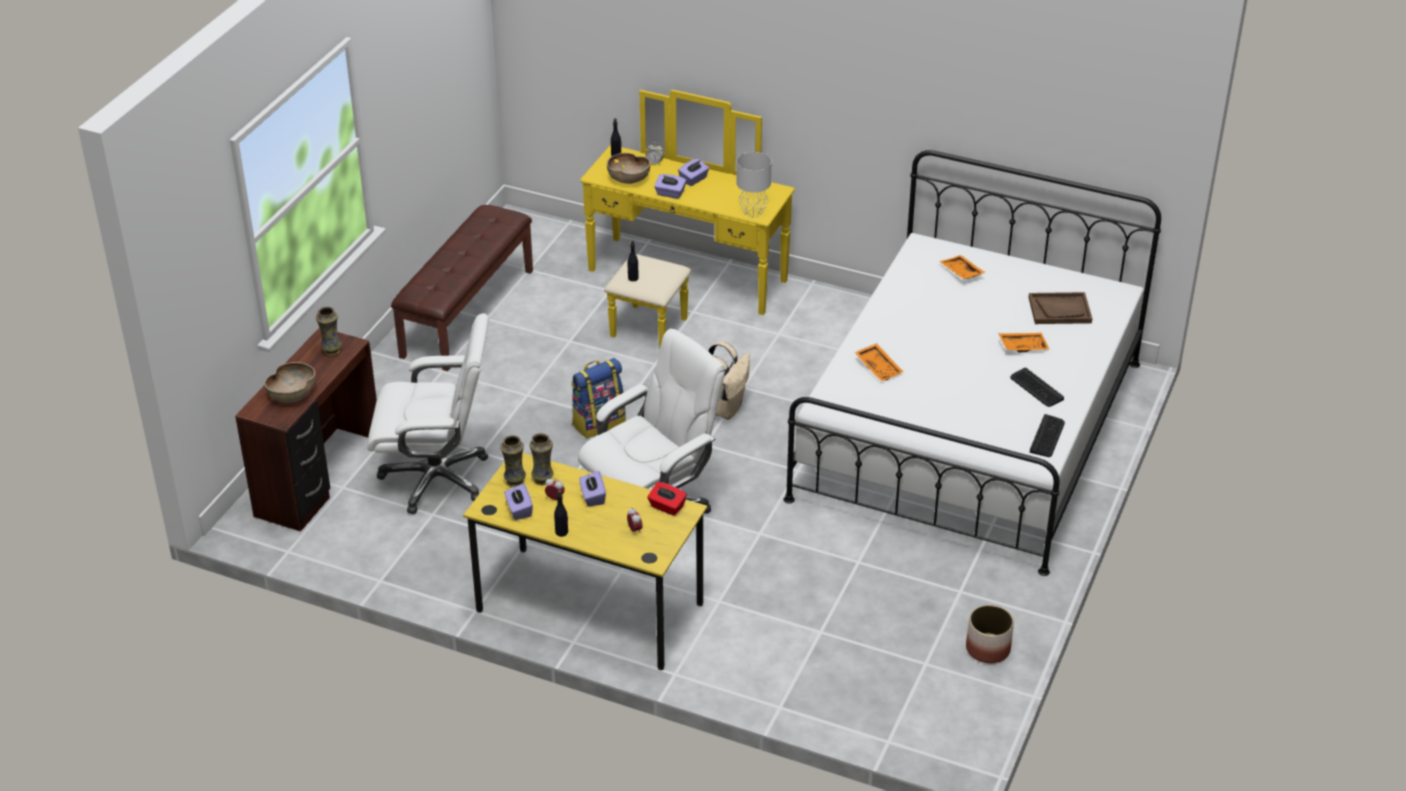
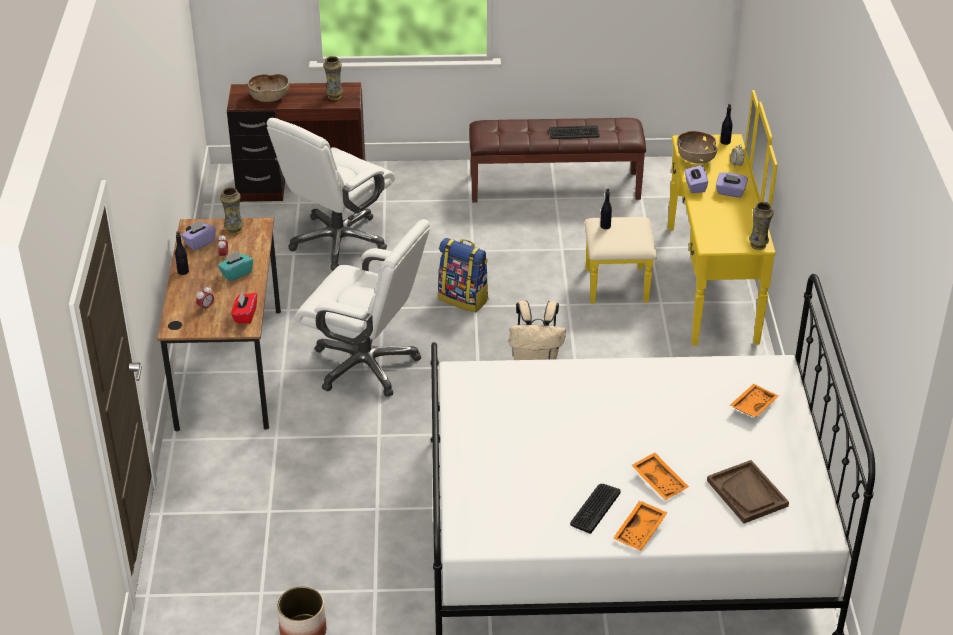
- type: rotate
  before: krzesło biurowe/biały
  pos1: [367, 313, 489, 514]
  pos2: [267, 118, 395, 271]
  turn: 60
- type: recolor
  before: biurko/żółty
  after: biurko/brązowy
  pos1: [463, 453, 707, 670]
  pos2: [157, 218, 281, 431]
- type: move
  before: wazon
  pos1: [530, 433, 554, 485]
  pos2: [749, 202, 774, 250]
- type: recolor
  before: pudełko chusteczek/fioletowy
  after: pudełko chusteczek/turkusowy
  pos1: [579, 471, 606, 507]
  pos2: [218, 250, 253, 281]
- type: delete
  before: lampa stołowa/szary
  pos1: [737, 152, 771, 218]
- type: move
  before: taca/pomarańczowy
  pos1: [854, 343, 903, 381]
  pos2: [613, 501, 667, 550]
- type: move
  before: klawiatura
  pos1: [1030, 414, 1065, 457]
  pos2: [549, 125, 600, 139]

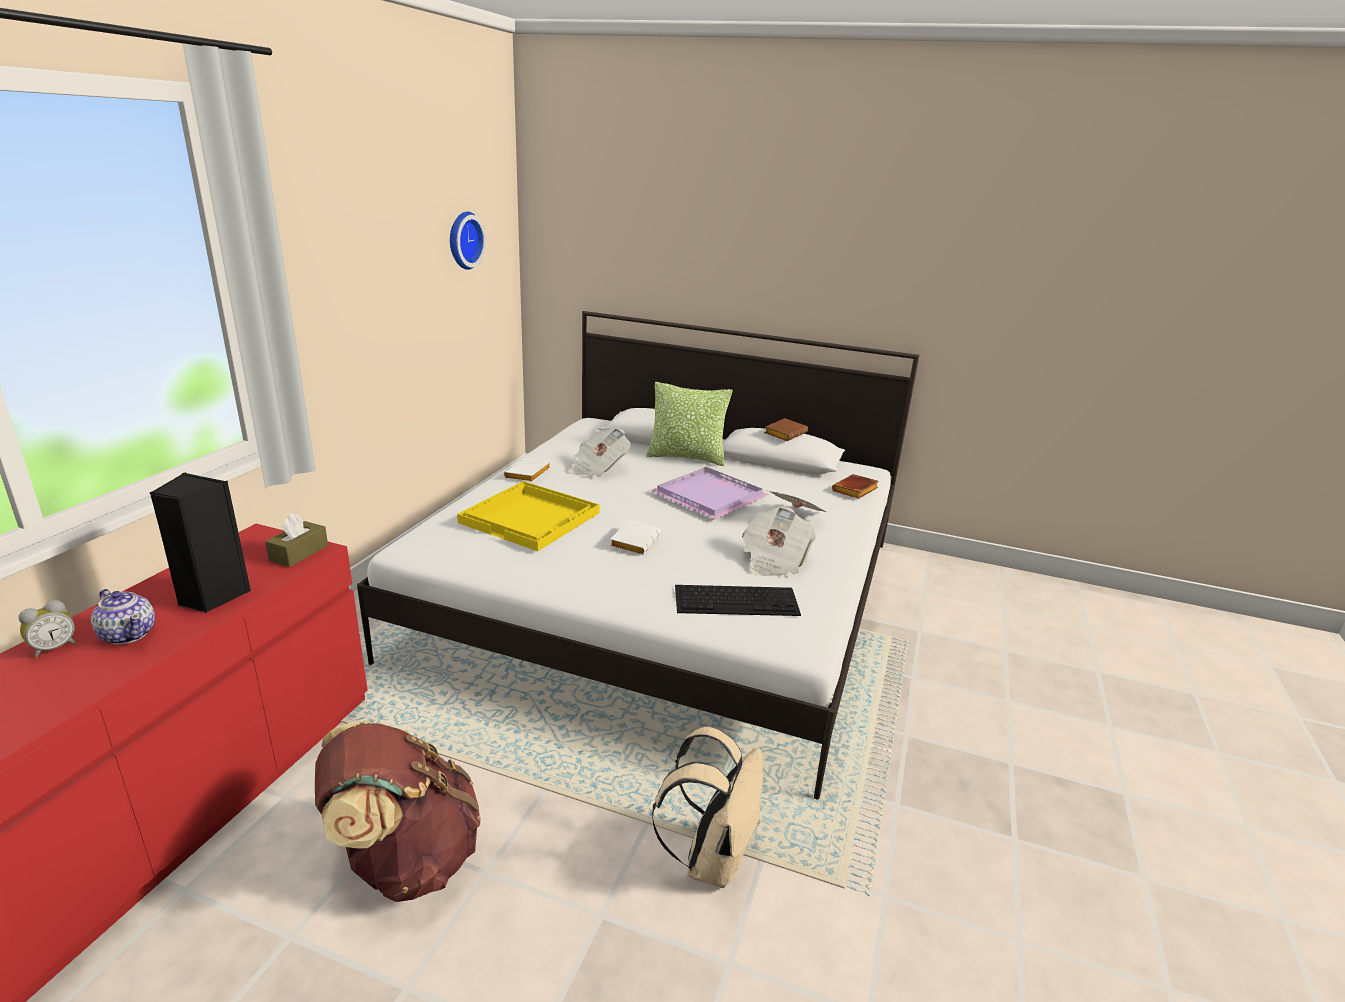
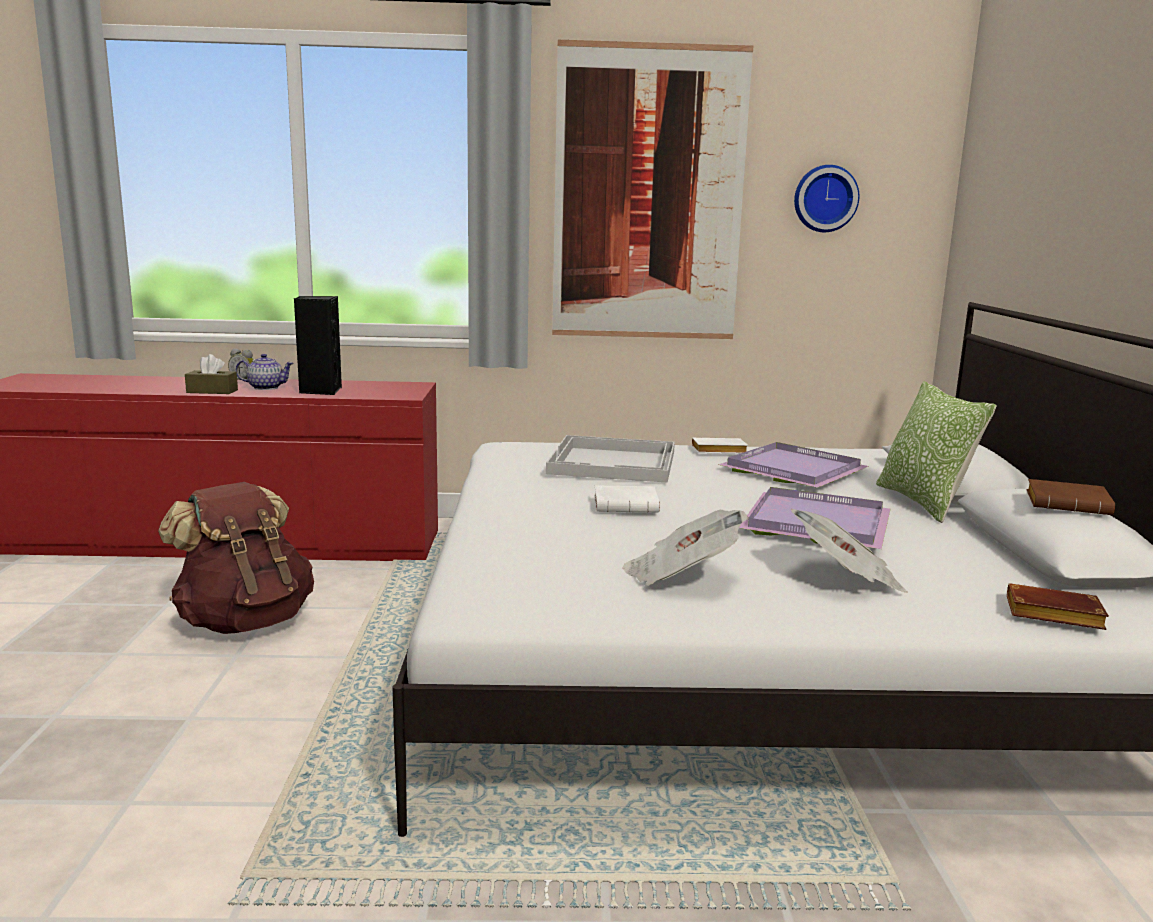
- type: rotate
  before: imbryk
  pos1: [91, 589, 155, 644]
  pos2: [236, 354, 294, 390]
  turn: -105
- type: move
  before: pudełko chusteczek/brązowy
  pos1: [265, 514, 328, 567]
  pos2: [185, 354, 238, 394]
- type: recolor
  before: taca/żółty
  after: taca/biały
  pos1: [457, 481, 600, 551]
  pos2: [546, 435, 675, 483]
- type: replace
  before: gazeta
  after: taca/fioletowy
  pos1: [569, 428, 631, 477]
  pos2: [718, 442, 869, 488]
- type: delete
  before: plecak/beżowy
  pos1: [652, 727, 763, 888]
- type: delete
  before: klawiatura
  pos1: [675, 585, 801, 616]
- type: insert
  after: obraz
  pos2: [552, 40, 753, 339]

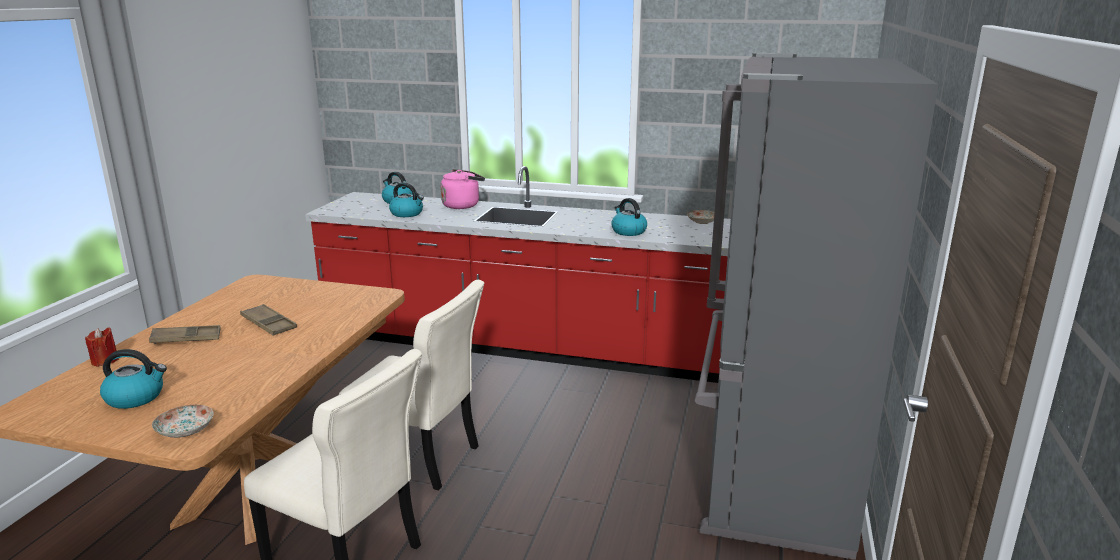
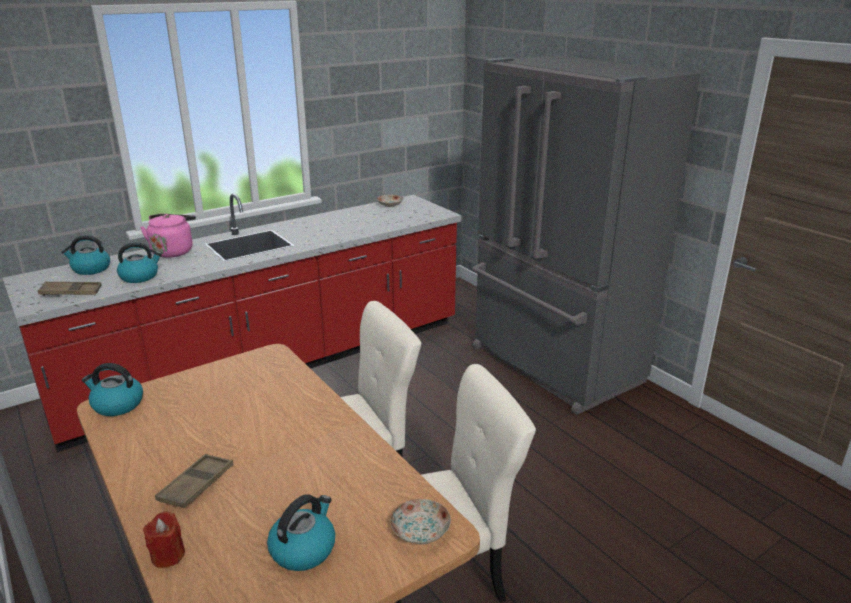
- type: move
  before: taca/brązowy
  pos1: [240, 304, 297, 336]
  pos2: [38, 282, 101, 296]
- type: move
  before: czajnik
  pos1: [611, 198, 647, 236]
  pos2: [82, 363, 143, 416]

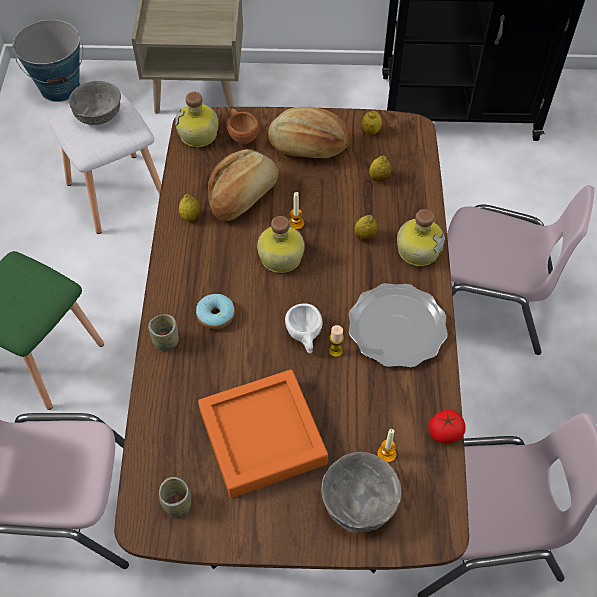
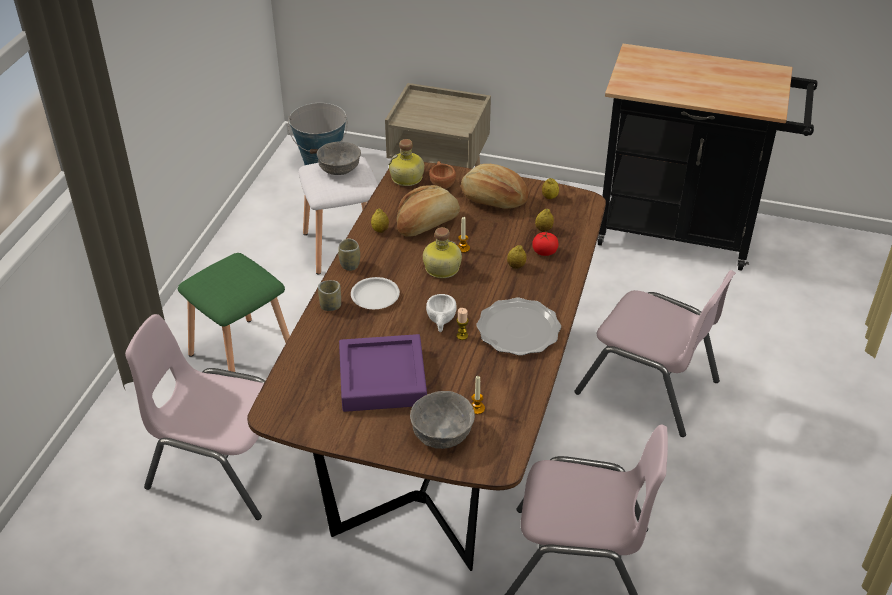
- type: move
  before: filiżanka
  pos1: [159, 477, 192, 518]
  pos2: [338, 238, 360, 271]
- type: replace
  before: donut
  after: talerz/biały
  pos1: [196, 294, 235, 329]
  pos2: [351, 277, 400, 309]
- type: recolor
  before: taca/pomarańczowy
  after: taca/fioletowy
  pos1: [198, 370, 328, 498]
  pos2: [339, 334, 427, 412]
- type: delete
  before: butelka
  pos1: [397, 209, 445, 266]
- type: move
  before: pomidor
  pos1: [428, 410, 466, 443]
  pos2: [532, 232, 559, 256]

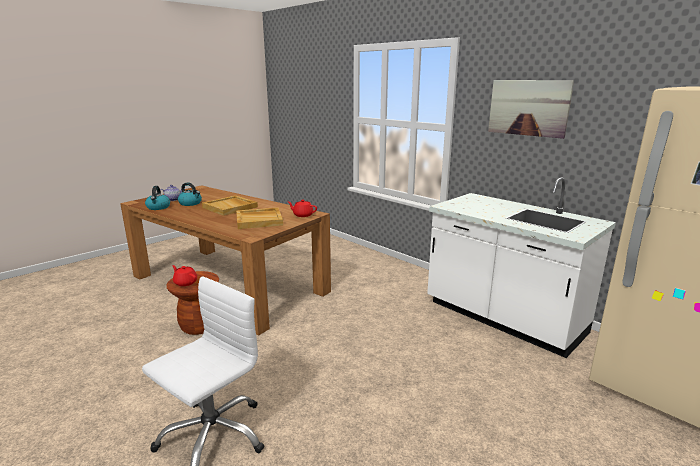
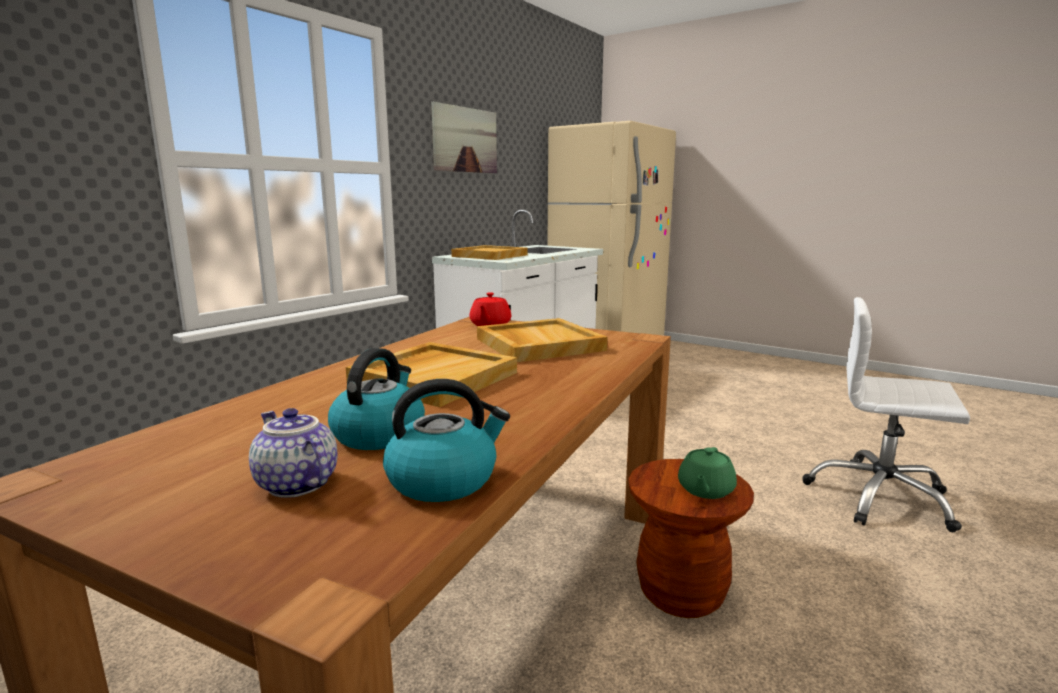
- type: recolor
  before: imbryk/czerwony
  after: imbryk/zielony
  pos1: [172, 265, 197, 286]
  pos2: [678, 447, 737, 499]
- type: insert
  after: taca/beżowy
  pos2: [451, 245, 527, 260]

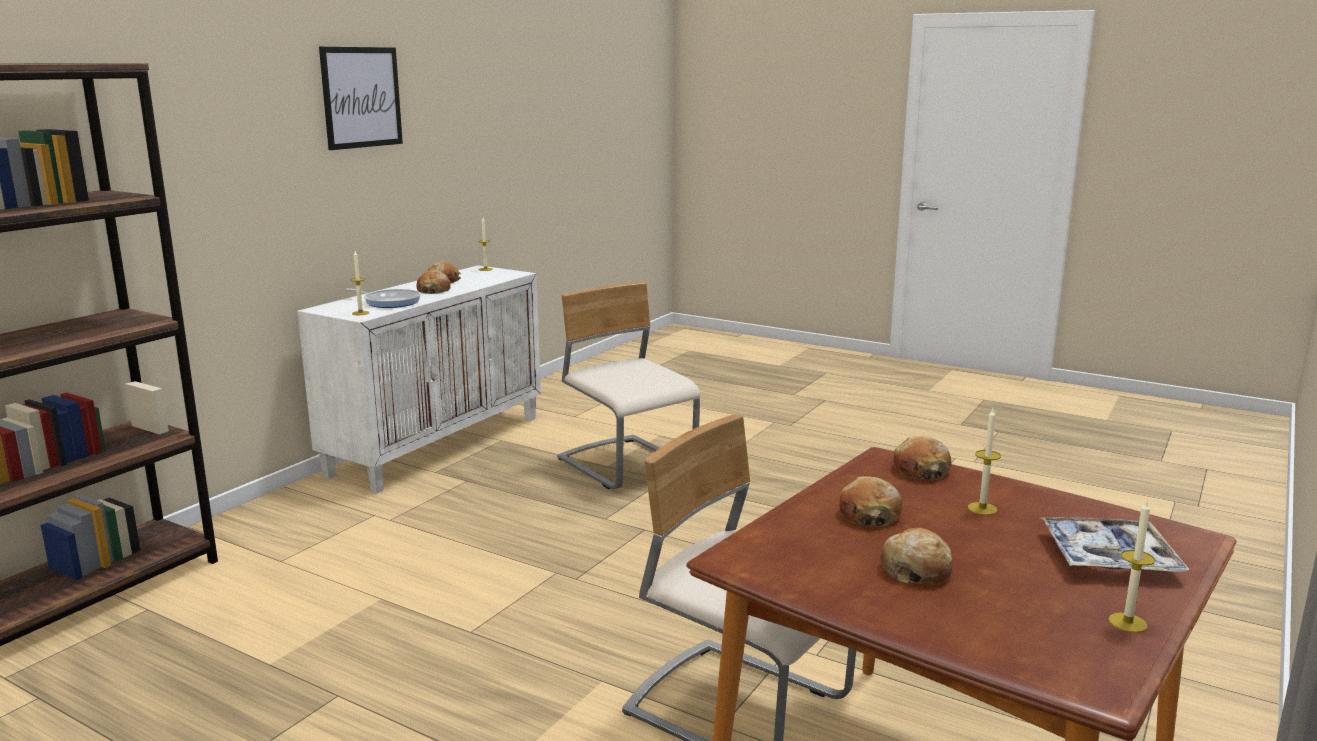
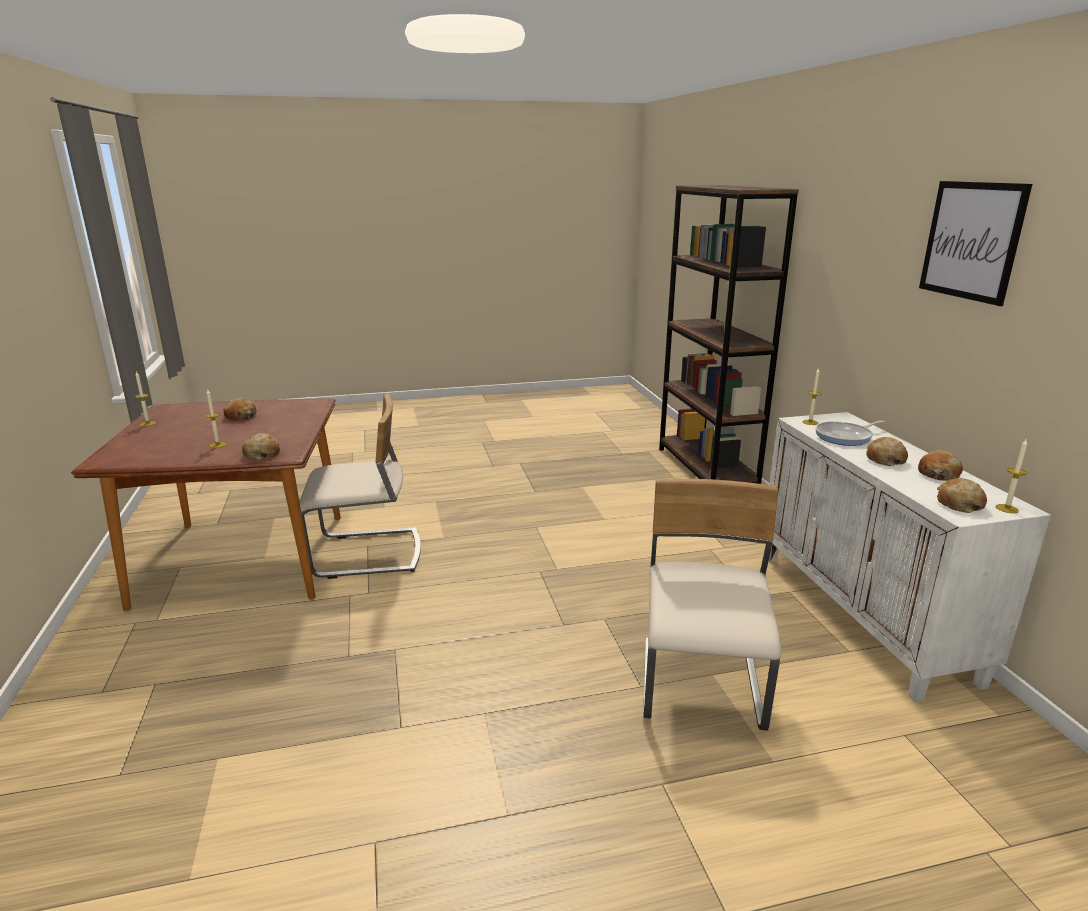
- type: rotate
  before: krzesło/beżowy
  pos1: [557, 282, 701, 489]
  pos2: [643, 479, 782, 731]
  turn: -90
- type: move
  before: chleb
  pos1: [839, 477, 902, 527]
  pos2: [937, 478, 987, 513]
- type: delete
  before: taca
  pos1: [1041, 517, 1189, 572]

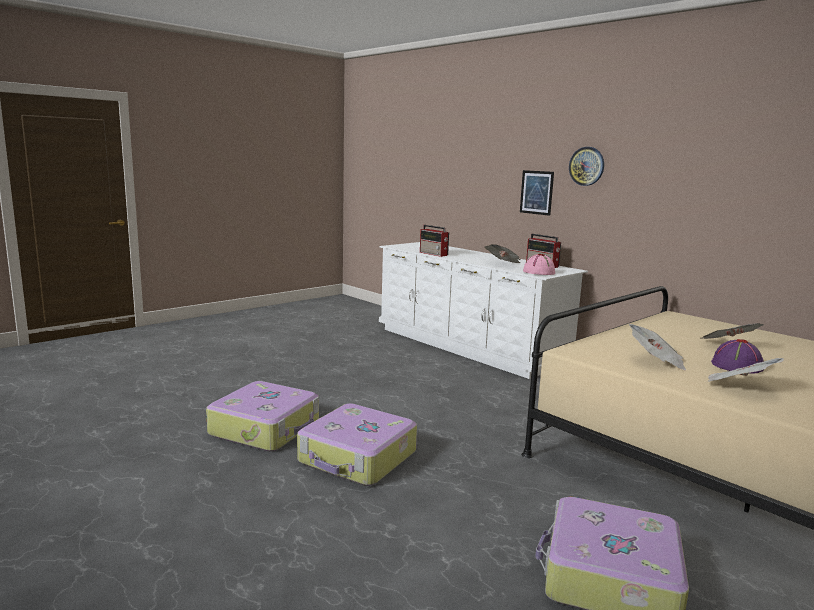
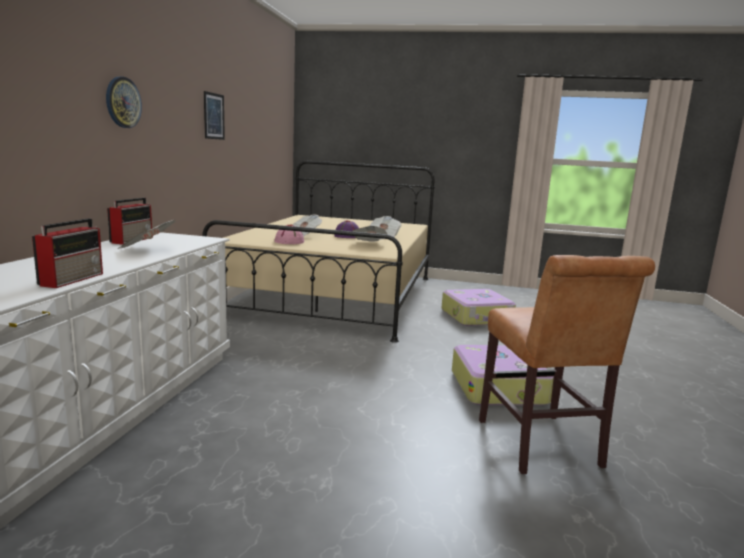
- type: replace
  before: walizka
  after: krzesło/brązowy
  pos1: [206, 381, 319, 451]
  pos2: [479, 255, 655, 474]
- type: move
  before: obraz
  pos1: [520, 170, 554, 216]
  pos2: [204, 91, 225, 140]
- type: move
  before: kapelusz/różowy
  pos1: [523, 254, 555, 275]
  pos2: [274, 224, 304, 244]

